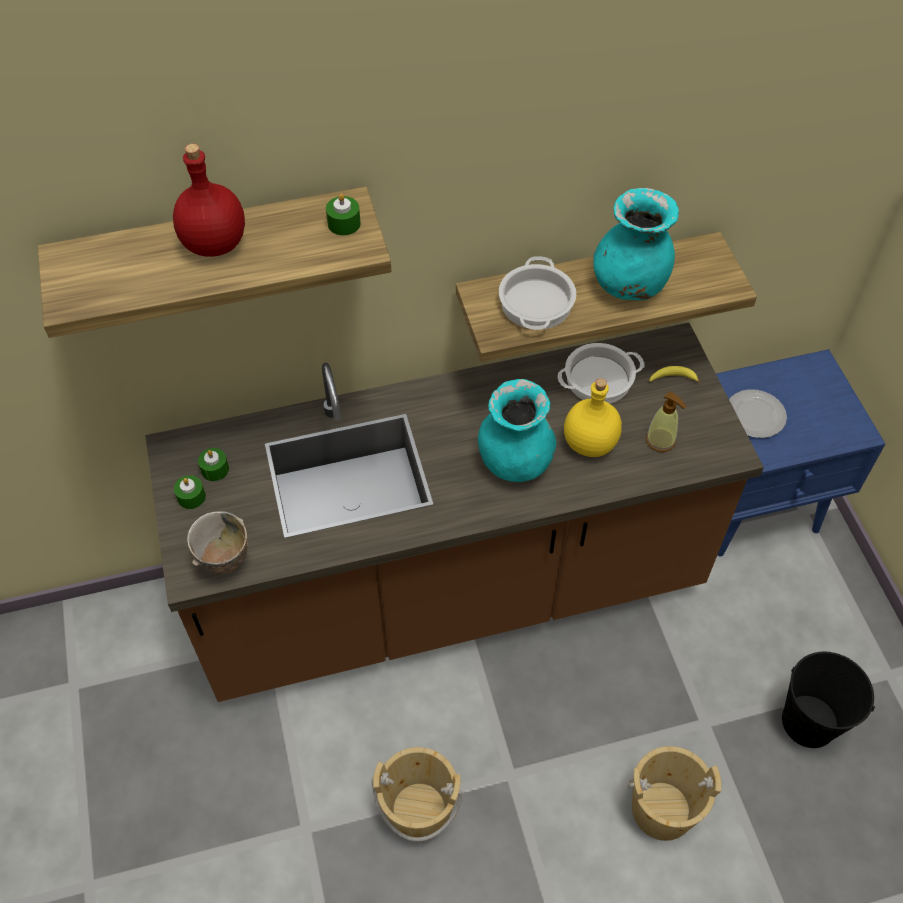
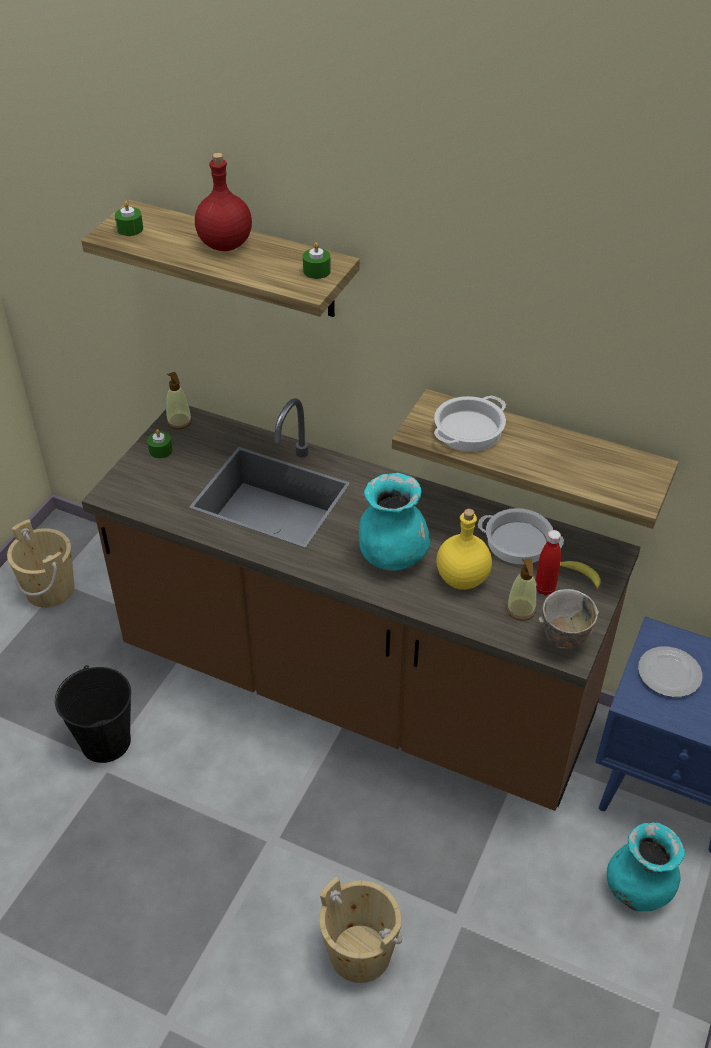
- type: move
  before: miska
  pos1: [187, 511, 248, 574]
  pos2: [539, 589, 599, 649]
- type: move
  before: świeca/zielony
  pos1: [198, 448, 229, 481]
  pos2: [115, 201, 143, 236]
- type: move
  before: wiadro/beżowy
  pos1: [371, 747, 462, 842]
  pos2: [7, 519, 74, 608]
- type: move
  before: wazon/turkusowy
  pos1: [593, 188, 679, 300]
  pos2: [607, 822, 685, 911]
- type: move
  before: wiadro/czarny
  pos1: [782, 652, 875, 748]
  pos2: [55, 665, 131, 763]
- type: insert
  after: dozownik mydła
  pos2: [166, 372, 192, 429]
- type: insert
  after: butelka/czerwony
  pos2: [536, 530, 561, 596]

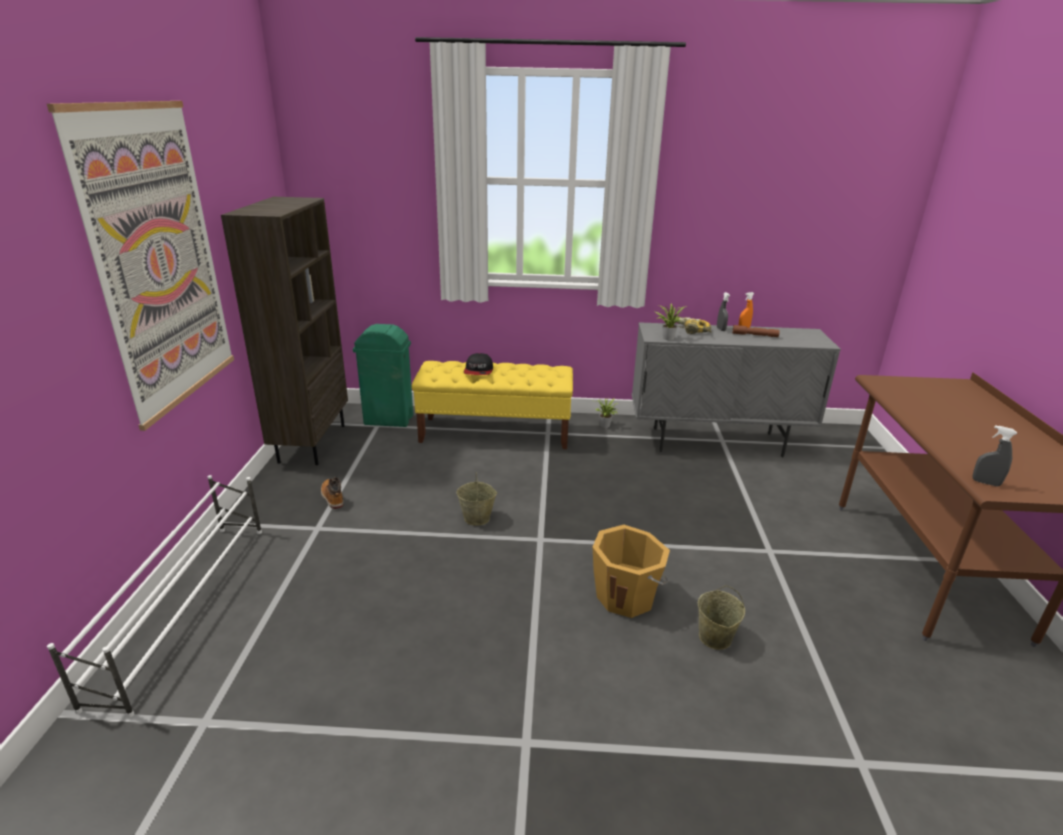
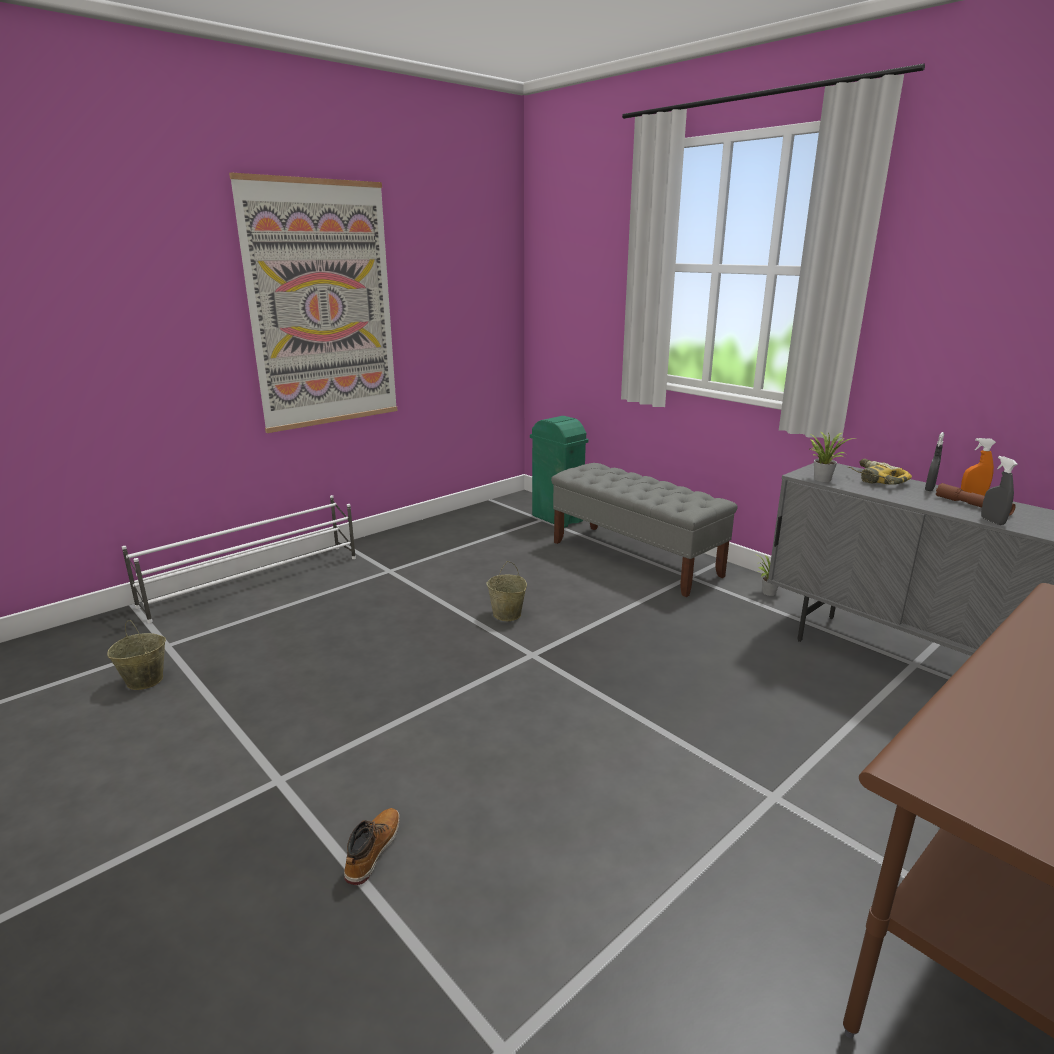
- type: delete
  before: regał/brązowy
  pos1: [221, 197, 348, 465]
- type: move
  before: but z cholewką
  pos1: [321, 477, 344, 509]
  pos2: [344, 808, 400, 885]
- type: recolor
  before: ławka/żółty
  after: ławka/szary
  pos1: [412, 361, 573, 449]
  pos2: [551, 463, 737, 597]
- type: delete
  before: czapka z daszkiem
  pos1: [464, 353, 493, 375]
- type: delete
  before: wiadro/pomarańczowy
  pos1: [592, 525, 670, 618]
- type: move
  before: wiadro/beżowy
  pos1: [698, 585, 745, 650]
  pos2: [107, 620, 166, 690]
- type: move
  before: spryskiwacz/szary
  pos1: [973, 425, 1017, 487]
  pos2: [981, 456, 1018, 525]

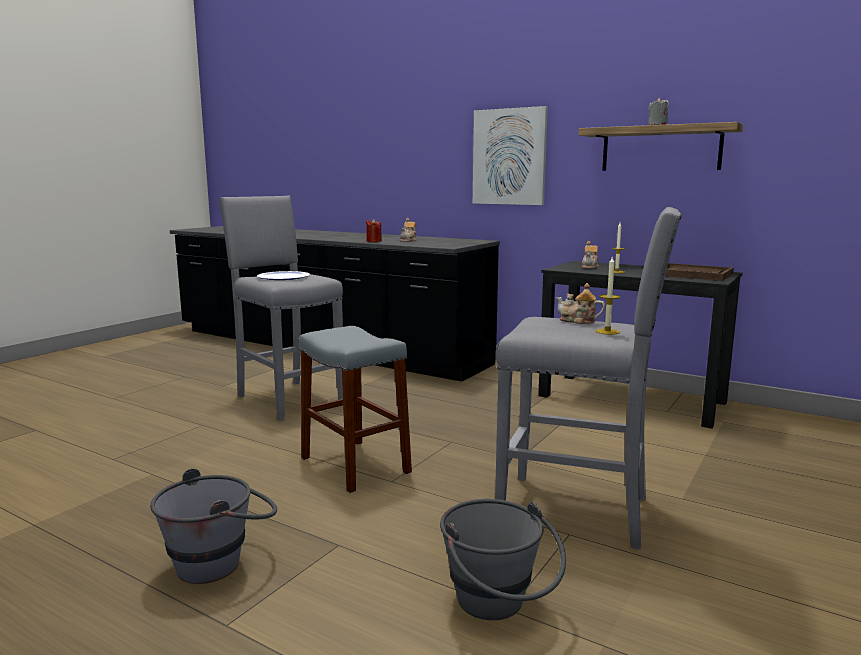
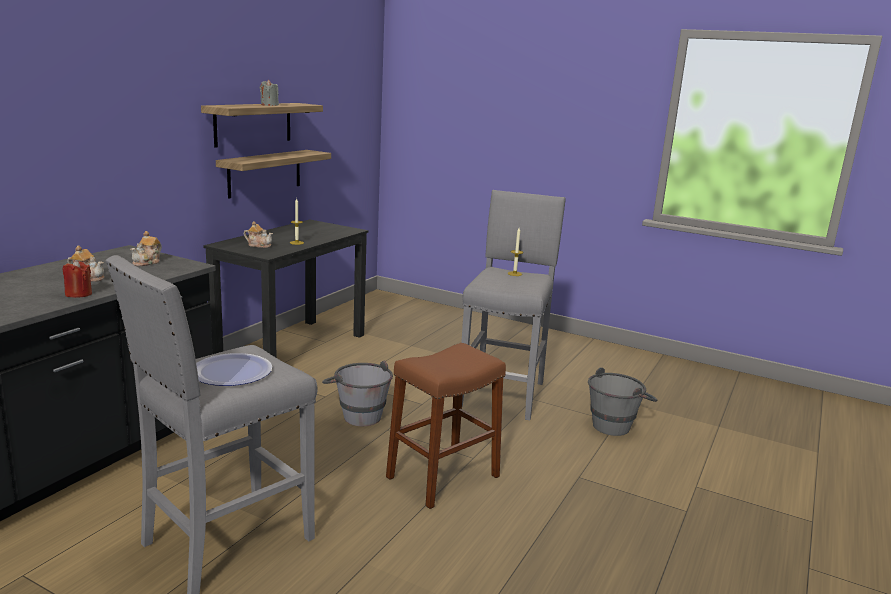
- type: move
  before: wiadro/szary
  pos1: [150, 468, 277, 584]
  pos2: [322, 360, 393, 426]
- type: recolor
  before: stołek/szary
  after: stołek/brązowy
  pos1: [299, 326, 412, 493]
  pos2: [386, 343, 506, 509]
- type: delete
  before: obraz
  pos1: [473, 106, 548, 205]
- type: move
  before: imbryk
  pos1: [556, 283, 605, 324]
  pos2: [130, 231, 162, 266]
- type: delete
  before: taca/brązowy
  pos1: [665, 263, 734, 281]
- type: insert
  after: półka
  pos2: [216, 150, 331, 198]

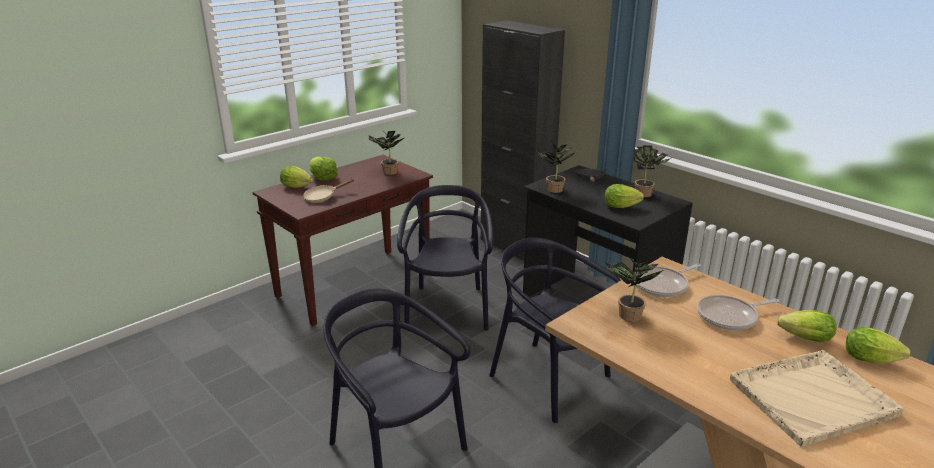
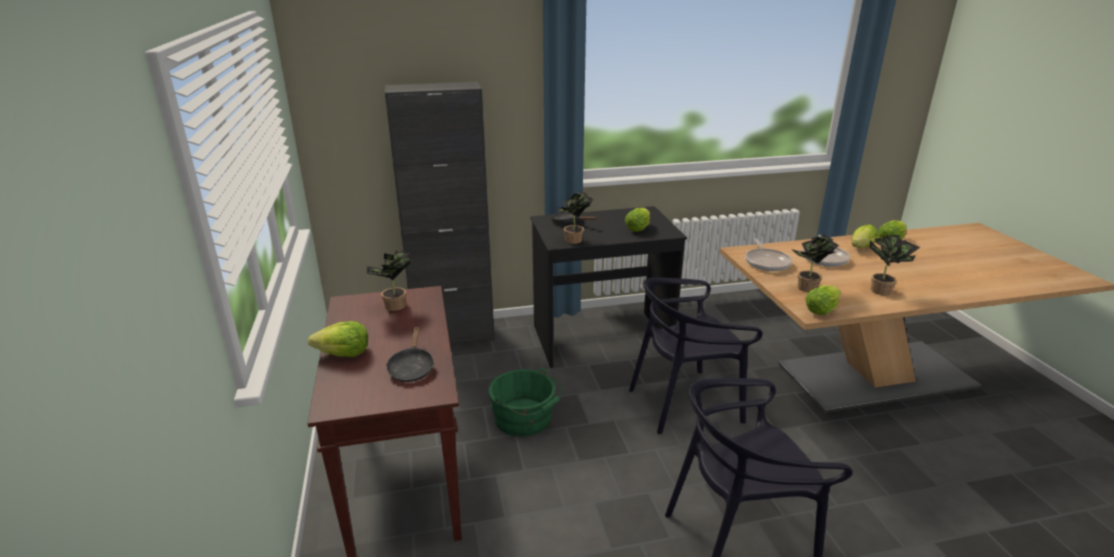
- type: move
  before: sałata
  pos1: [280, 166, 313, 188]
  pos2: [806, 285, 841, 315]
- type: recolor
  before: patelnia/beżowy
  after: patelnia/czarny
  pos1: [303, 179, 354, 203]
  pos2: [386, 326, 434, 382]
- type: replace
  before: krzesło/czarny
  after: wiadro/zielony
  pos1: [397, 185, 493, 331]
  pos2: [488, 367, 563, 436]
- type: move
  before: roślina doniczkowa
  pos1: [633, 145, 671, 197]
  pos2: [870, 235, 920, 295]
- type: delete
  before: taca/beżowy
  pos1: [730, 350, 903, 447]

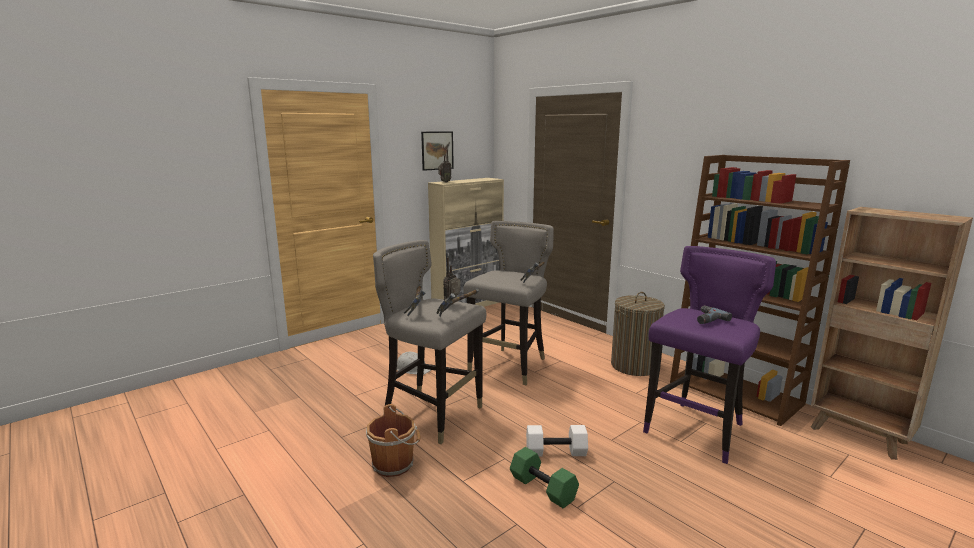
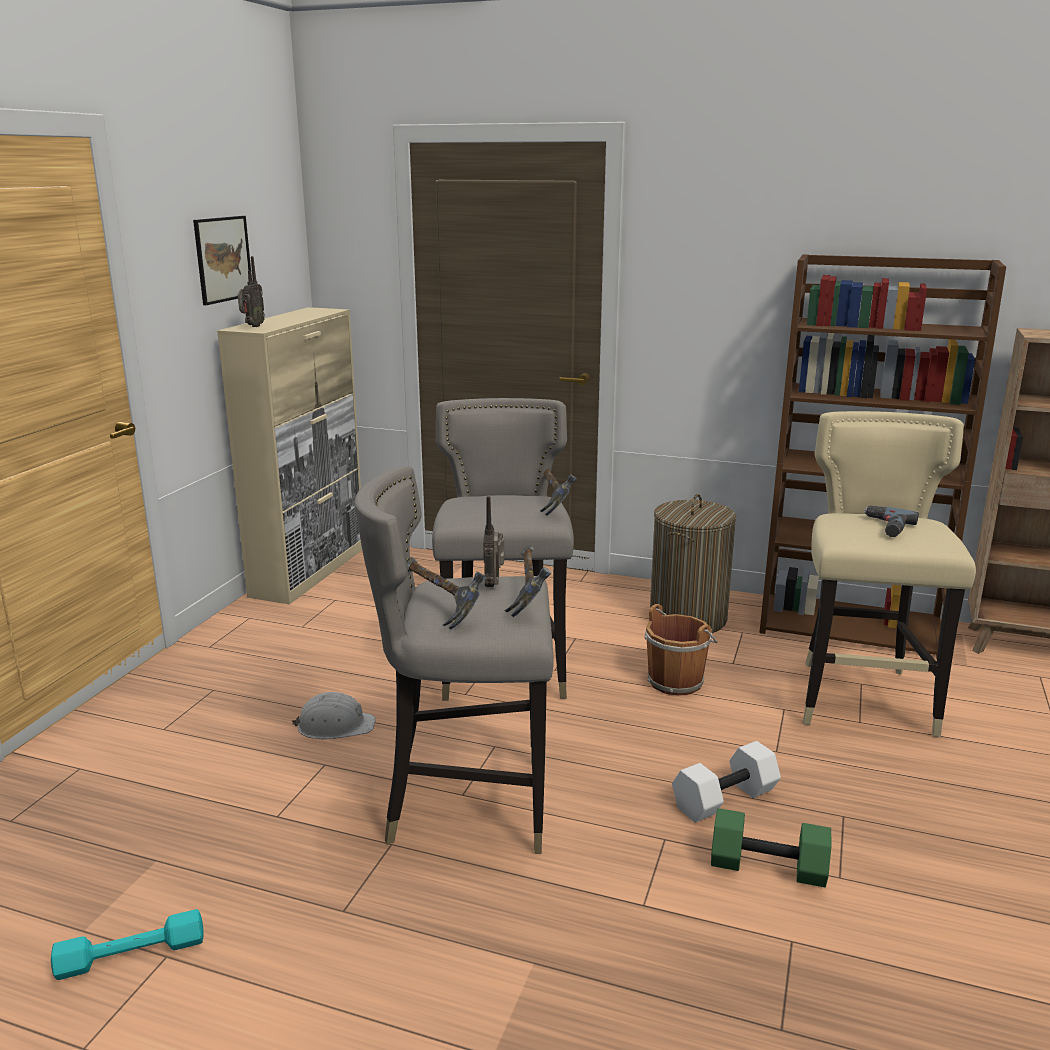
- type: move
  before: wiadro/brązowy
  pos1: [366, 404, 421, 477]
  pos2: [645, 604, 717, 696]
- type: recolor
  before: stołek/fioletowy
  after: stołek/beżowy
  pos1: [643, 246, 776, 464]
  pos2: [803, 411, 976, 737]
- type: insert
  after: hantel/turkusowy
  pos2: [51, 909, 204, 980]

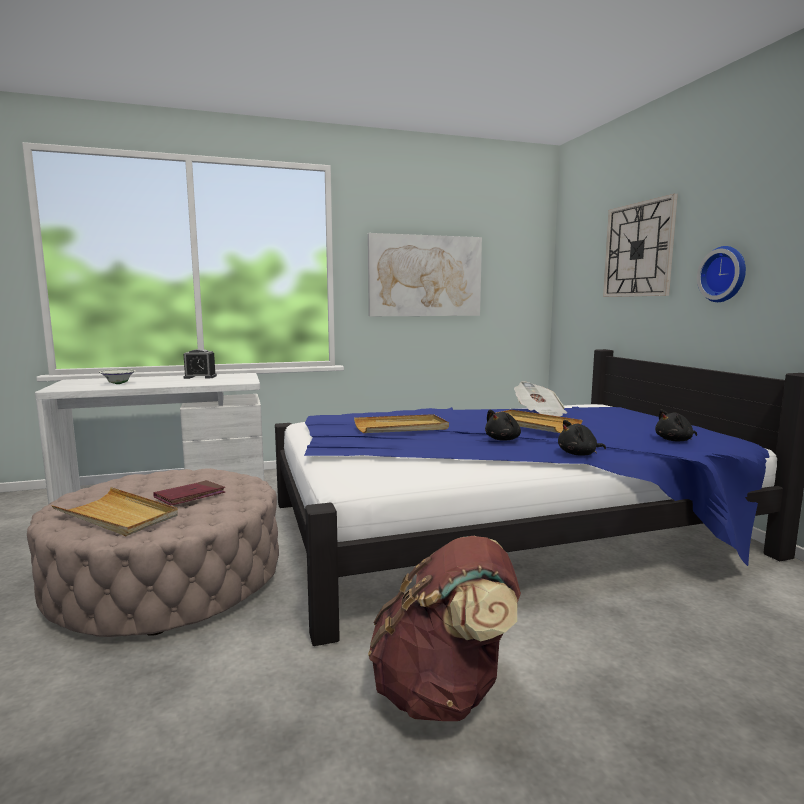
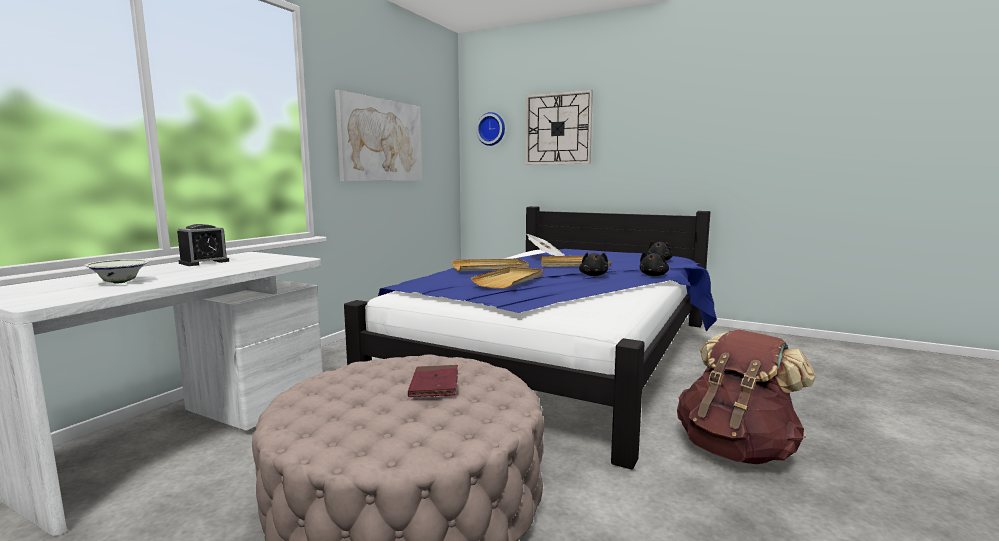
- type: move
  before: taca/beżowy
  pos1: [51, 487, 178, 536]
  pos2: [452, 259, 529, 271]
- type: move
  before: zegar ścienny
  pos1: [697, 246, 746, 302]
  pos2: [476, 112, 505, 146]

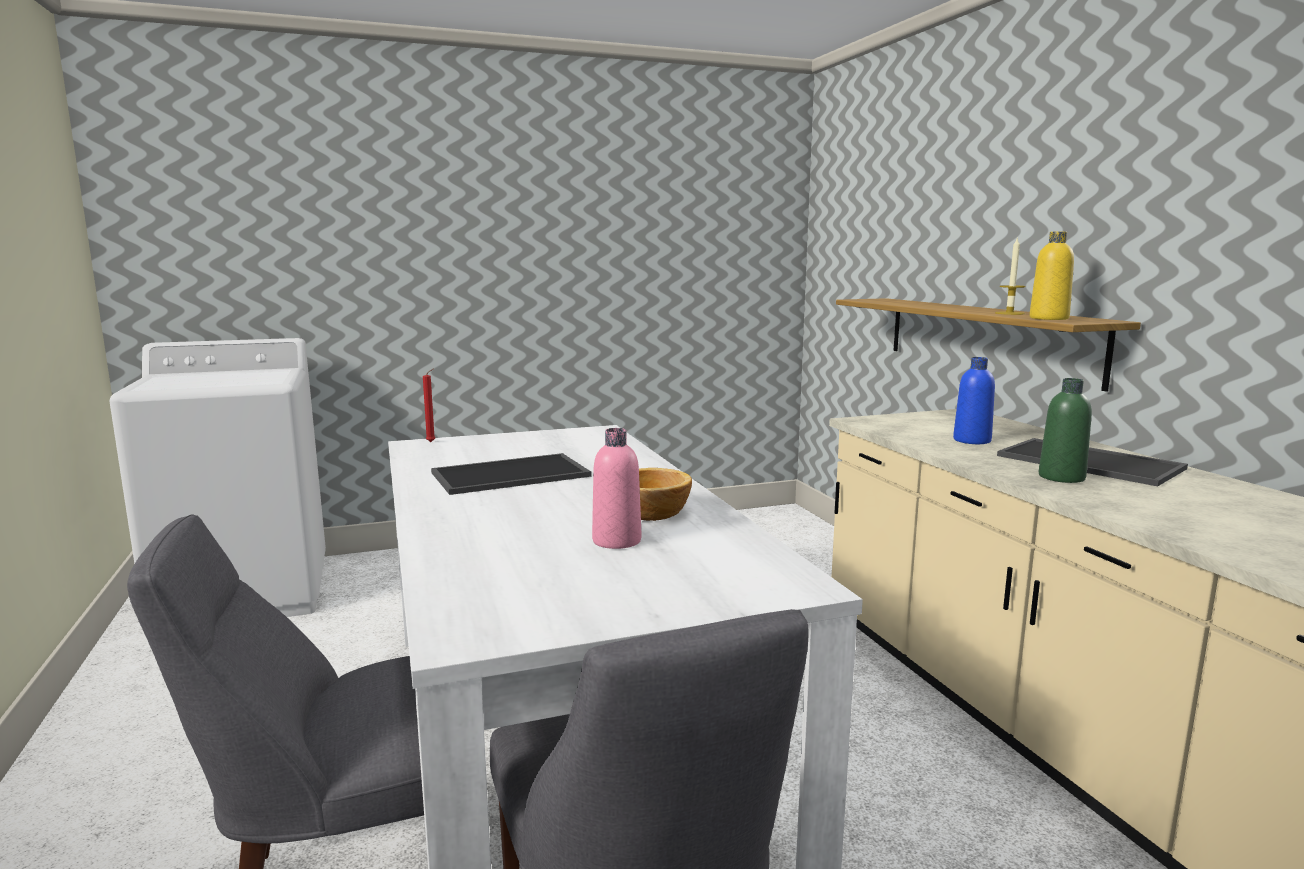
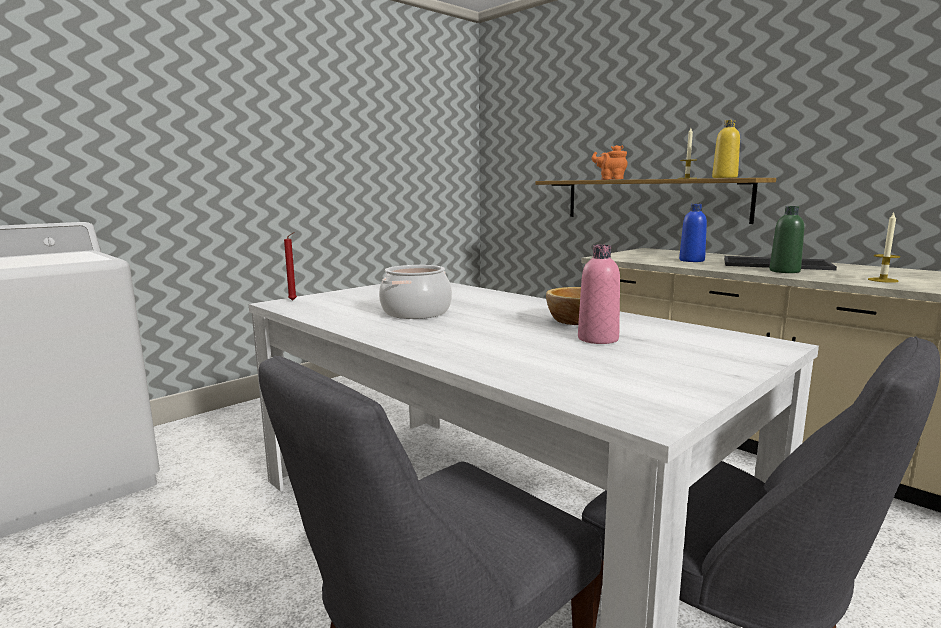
- type: replace
  before: taca
  after: garnek
  pos1: [431, 453, 591, 495]
  pos2: [379, 265, 452, 319]
- type: insert
  after: imbryk/pomarańczowy
  pos2: [592, 145, 628, 180]
- type: insert
  after: świeca
  pos2: [868, 213, 900, 283]

